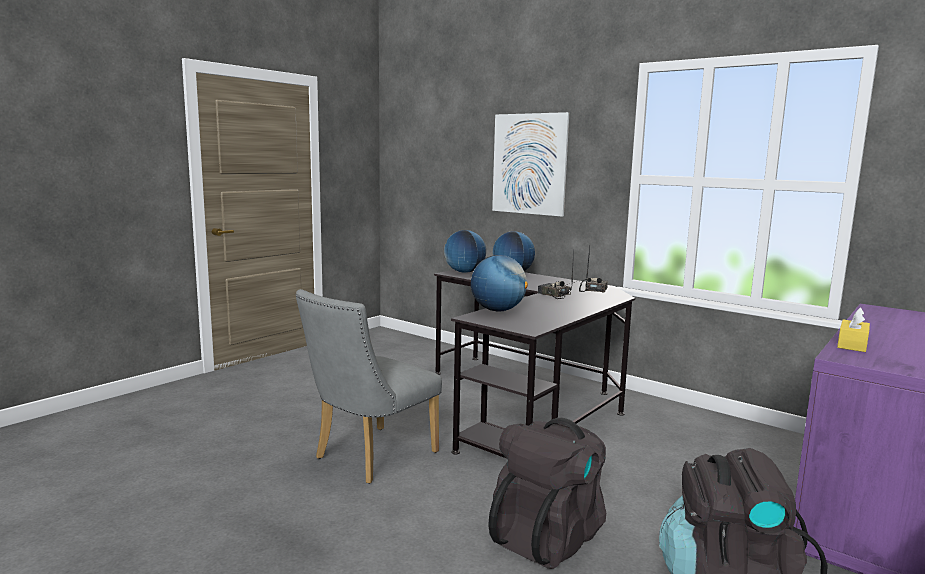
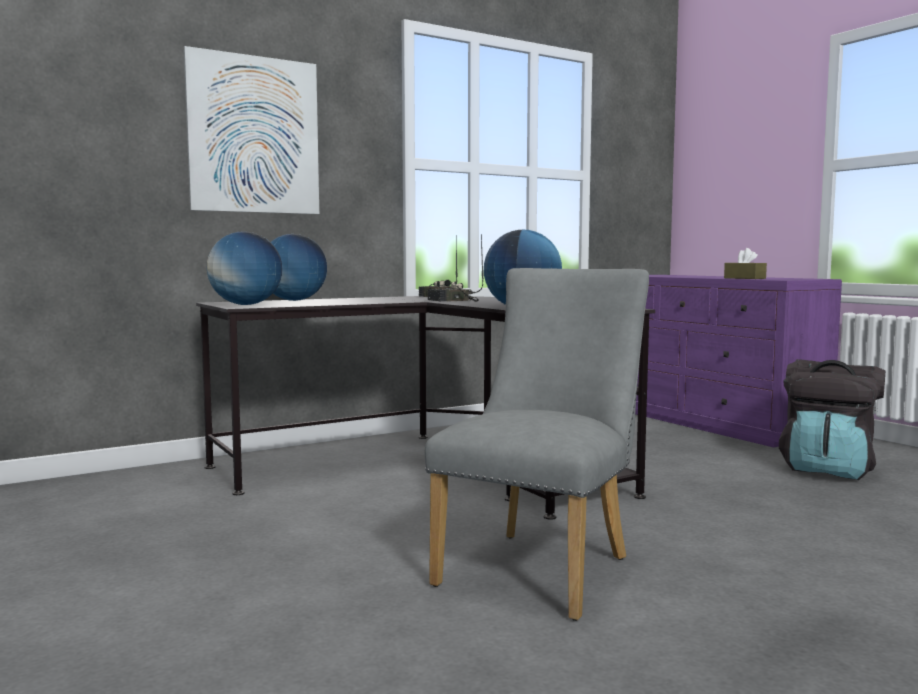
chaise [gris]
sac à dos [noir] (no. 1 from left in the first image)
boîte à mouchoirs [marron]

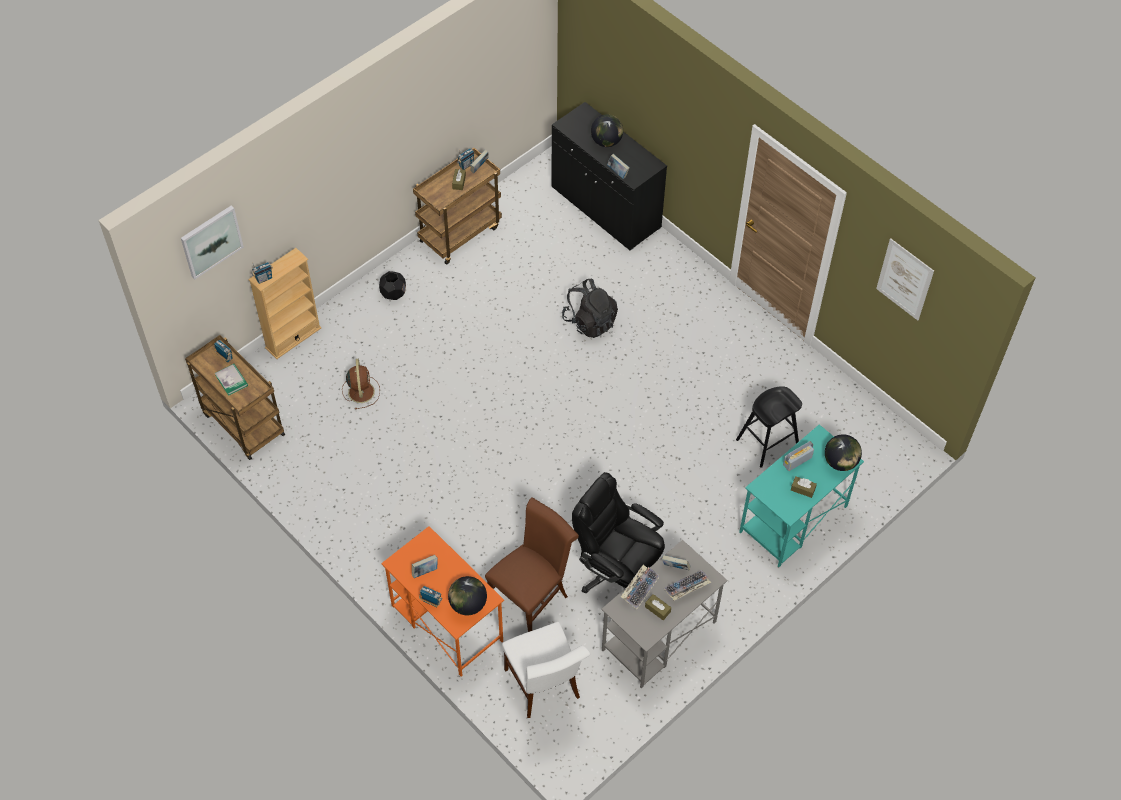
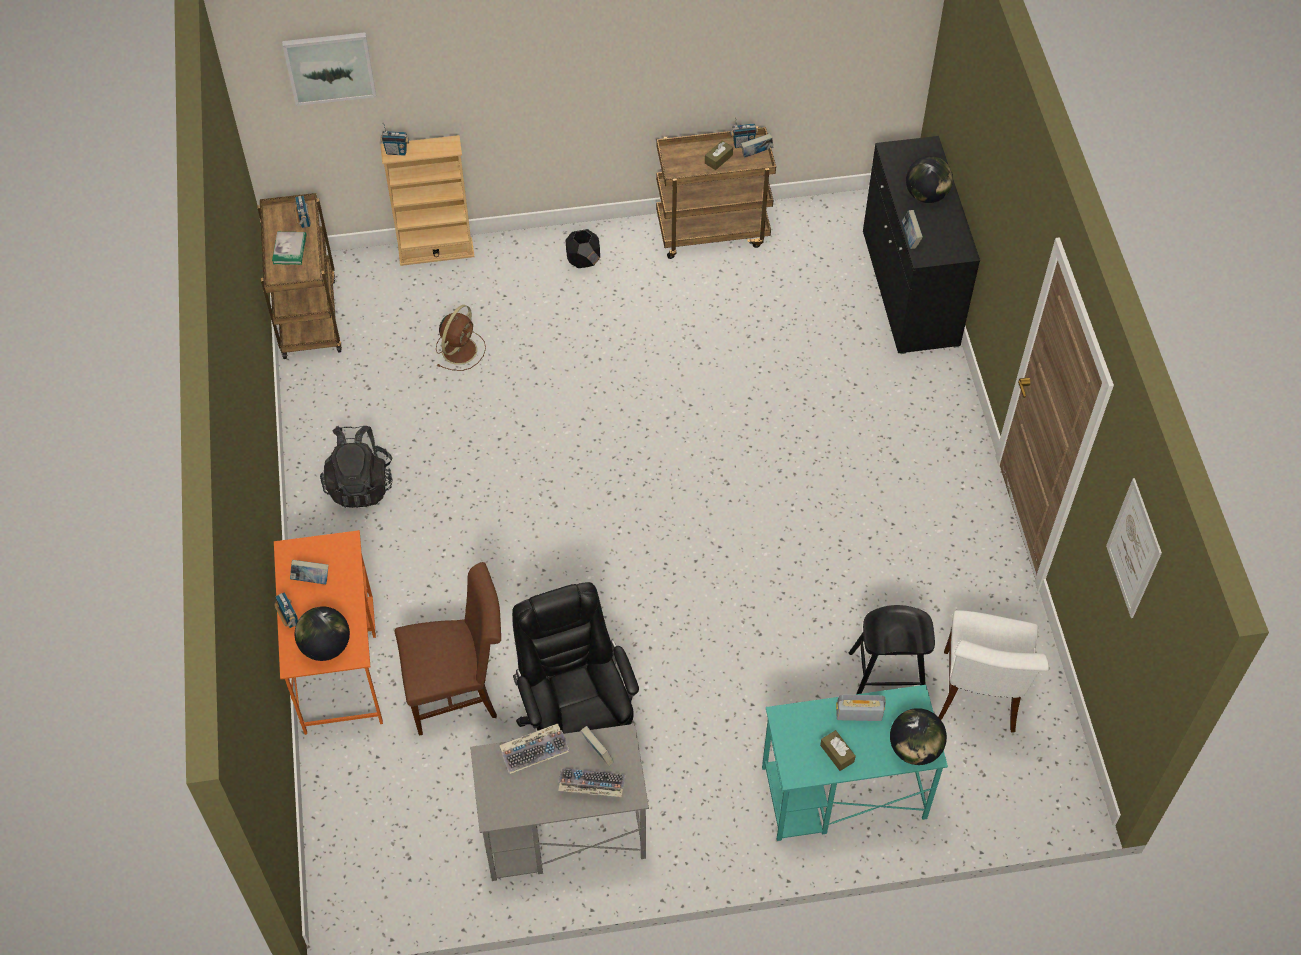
chaise [blanc]
sac à dos [noir]
boîte à mouchoirs [marron] (no. 2 from left in the first image)

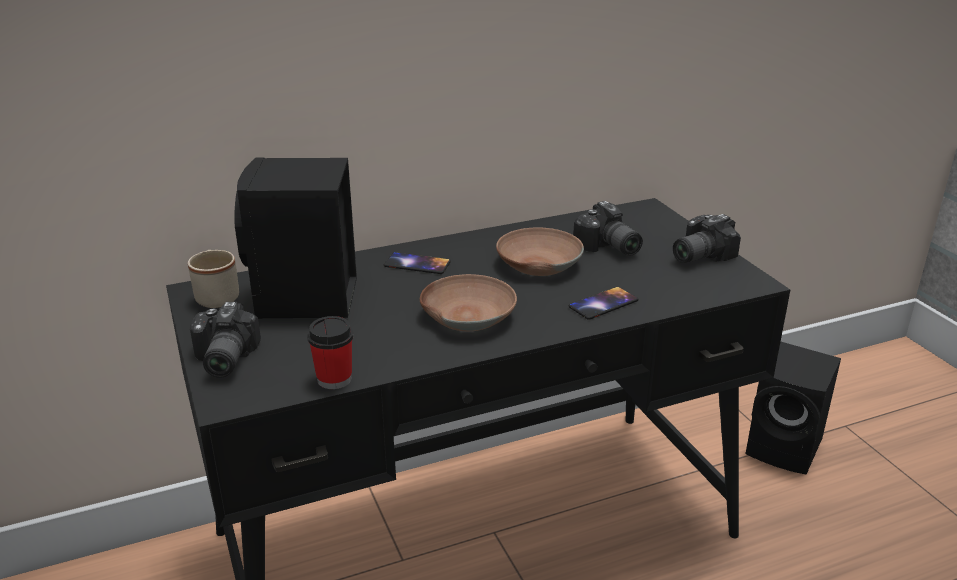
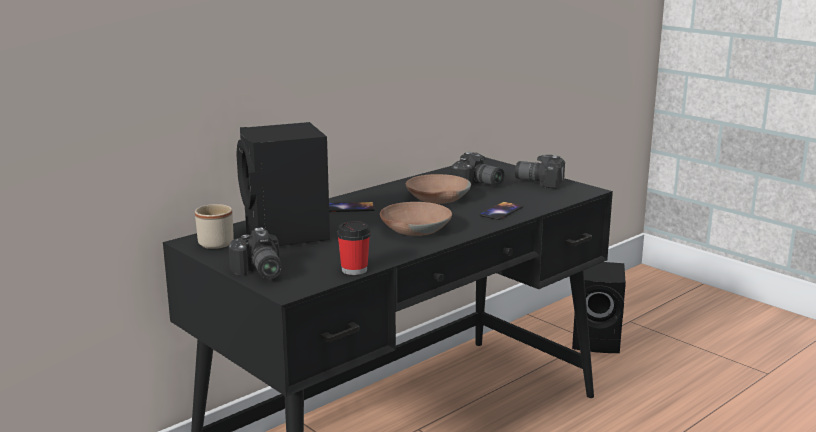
appareil photo (no. 3 from left)

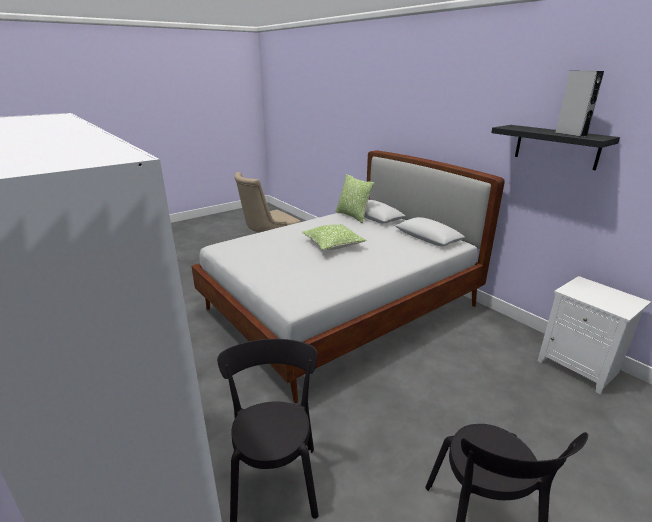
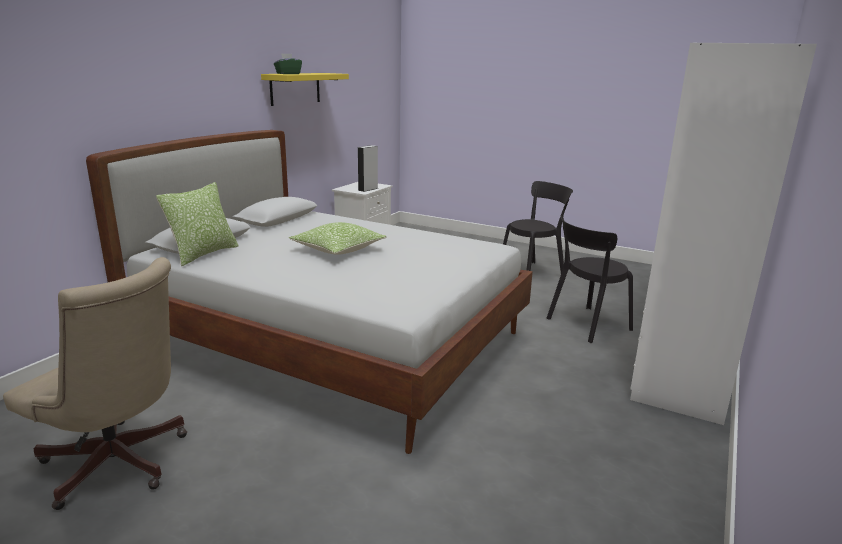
étagère [jaune]
enceinte [gris]
boîte à mouchoirs [vert]

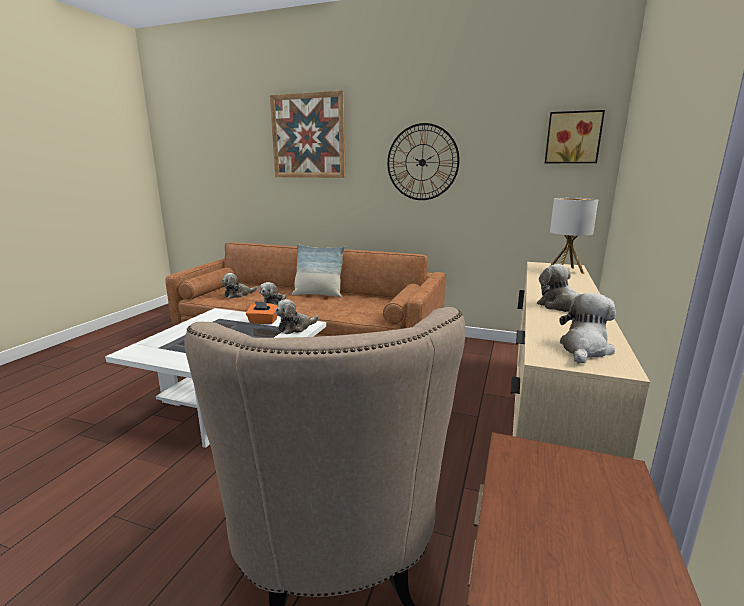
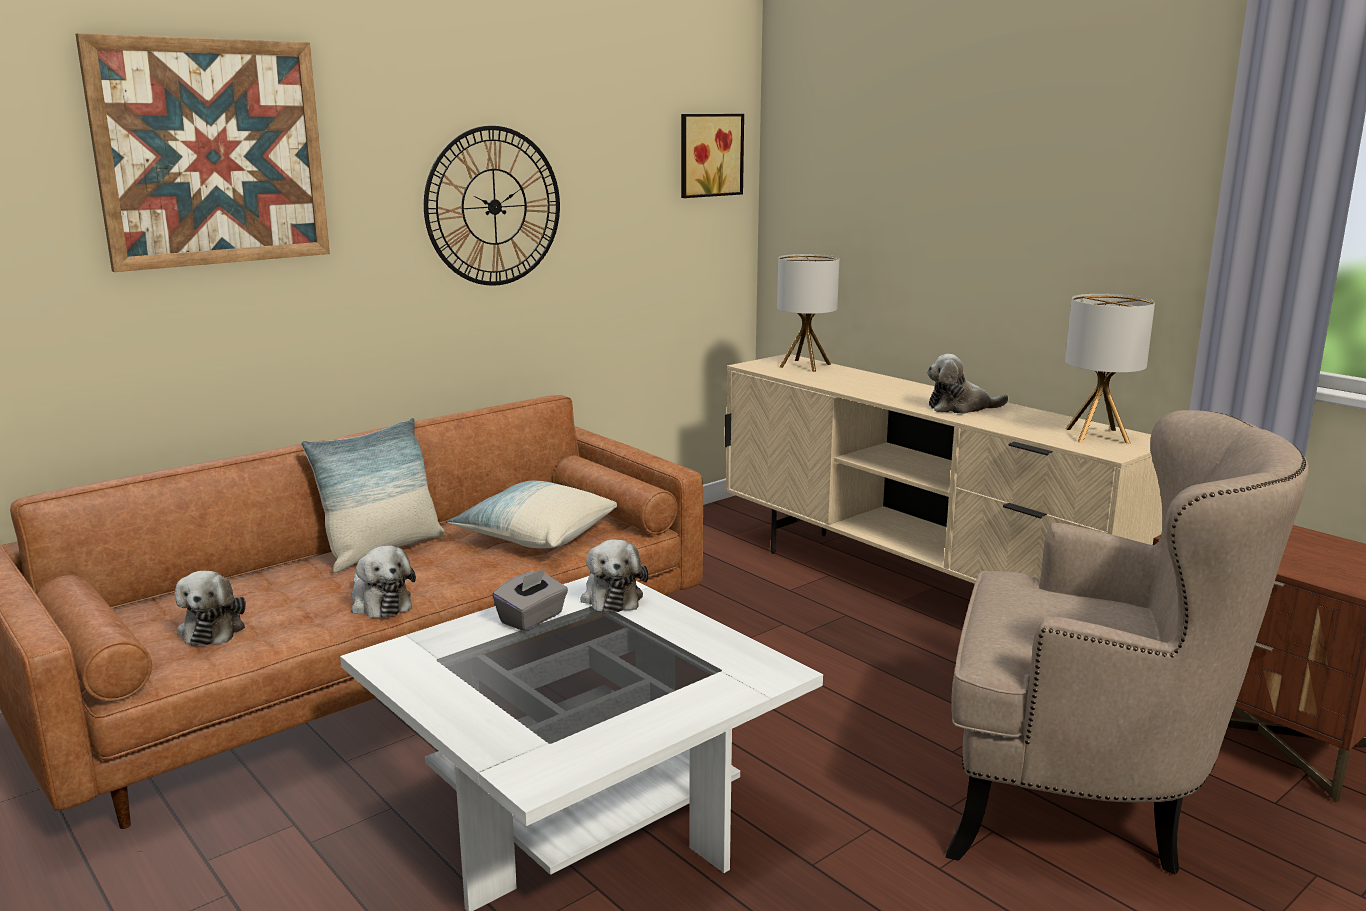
boîte à mouchoirs [gris]
lampe de table (no. 2 from left)
coussin (no. 2 from left)

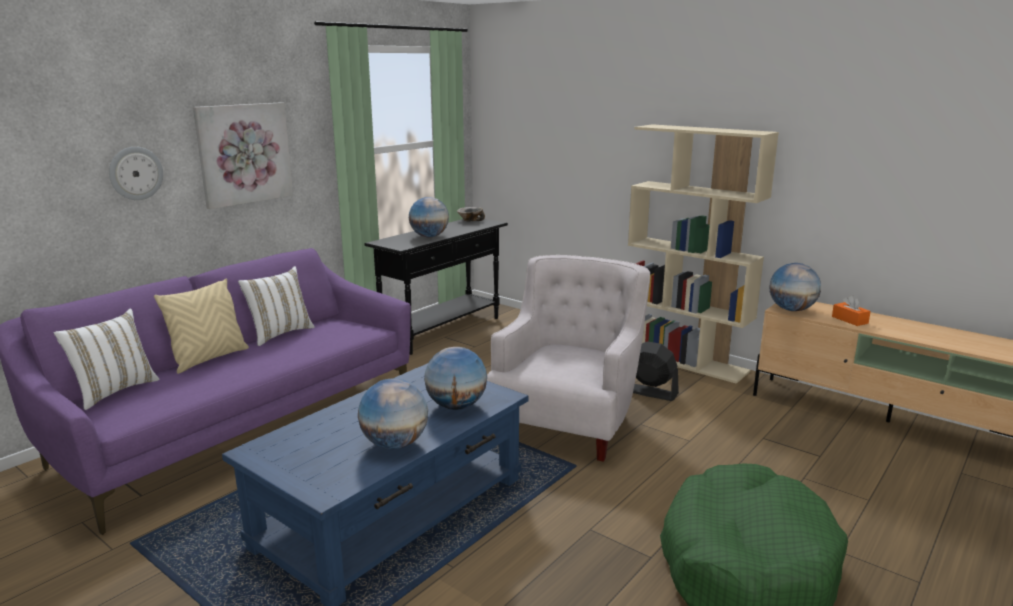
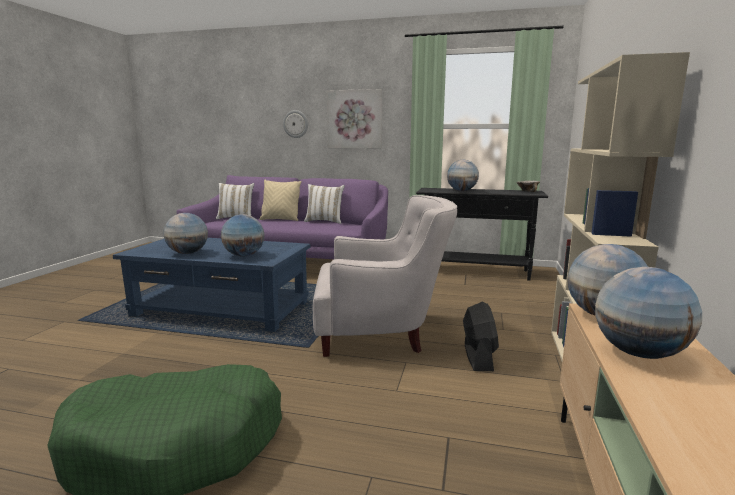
globe (no. 5 from left)

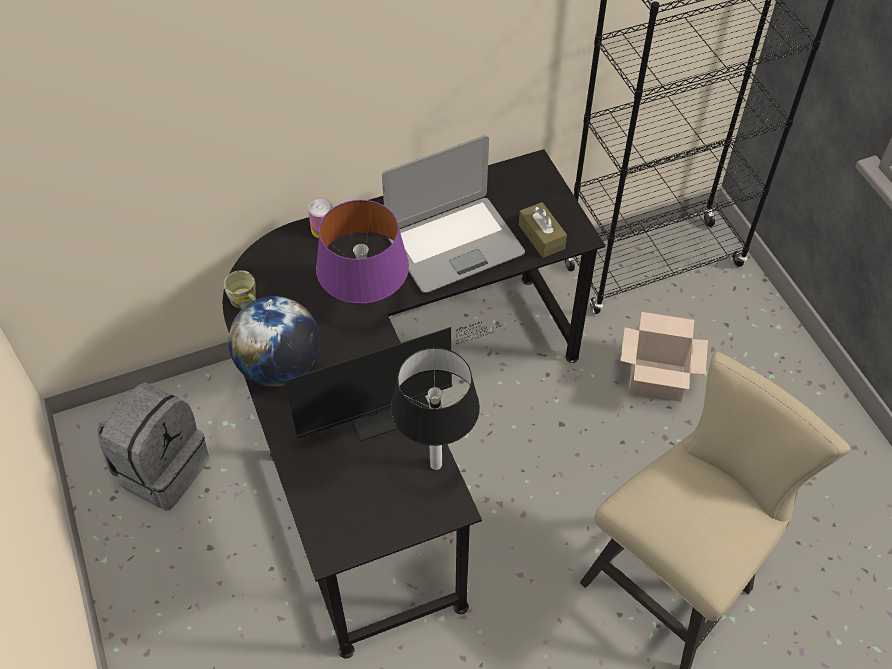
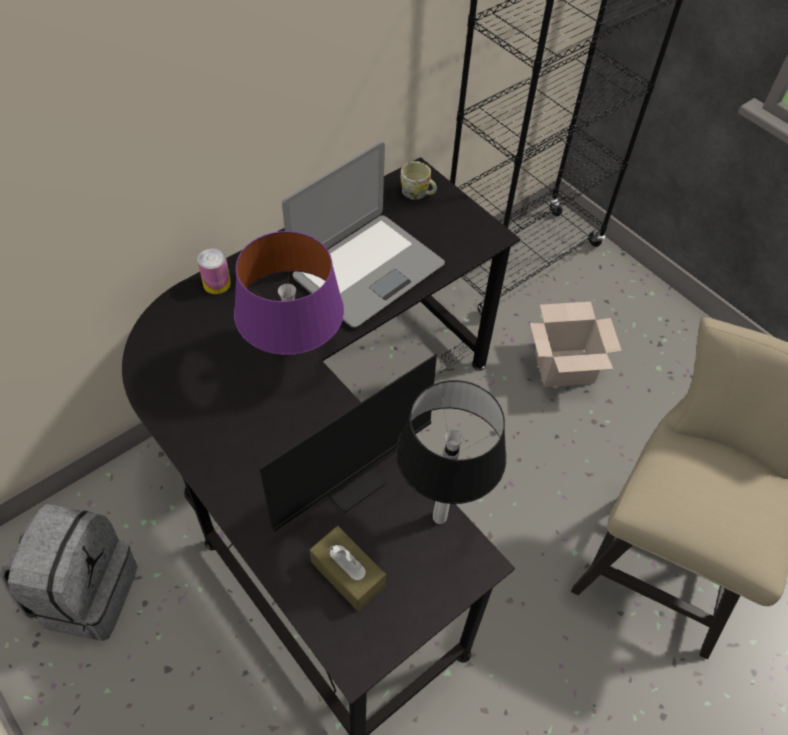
mug
globe
boîte à mouchoirs [marron]

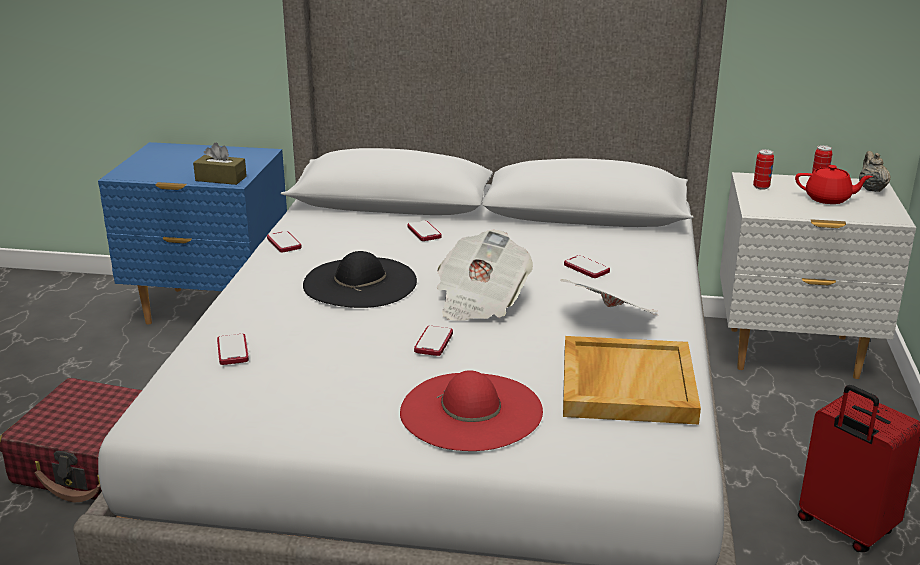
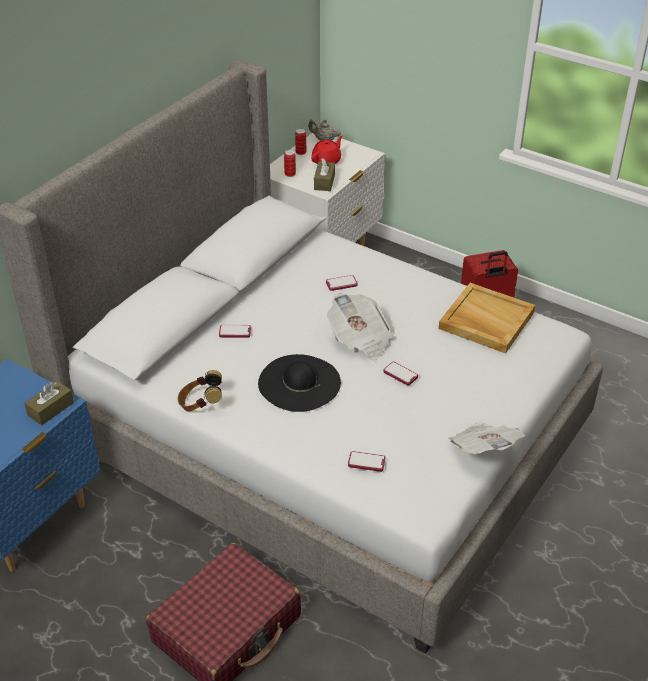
casque audio
chapeau [rouge]
journal (no. 2 from left)
boîte à mouchoirs [marron] (no. 2 from left)

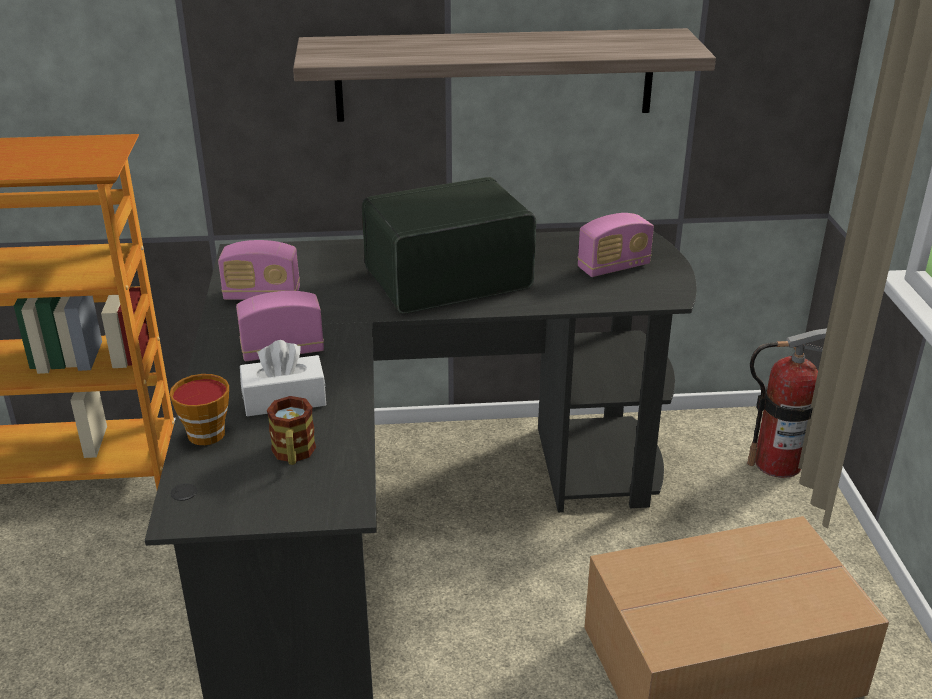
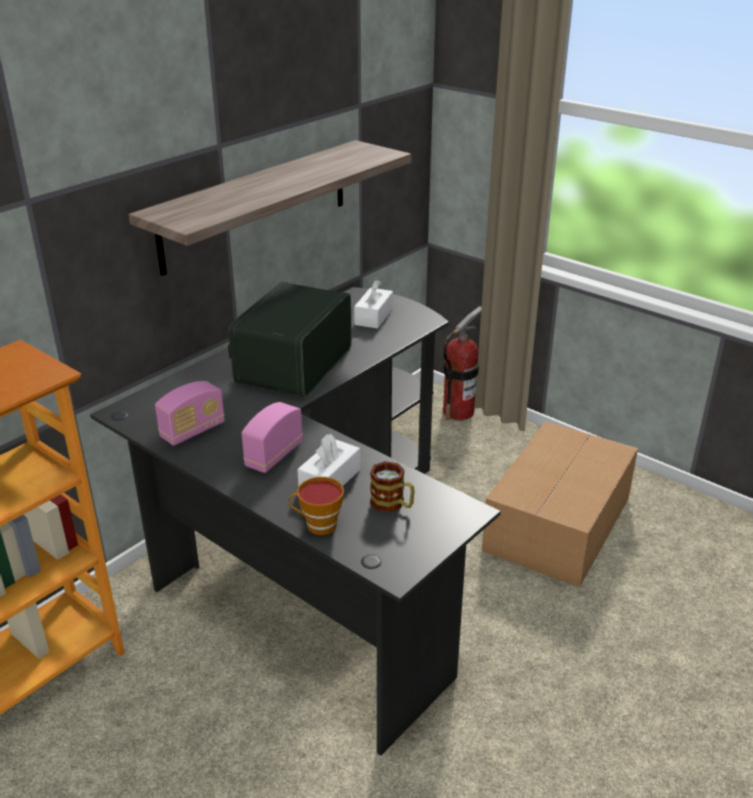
boîte à mouchoirs [blanc] (no. 2 from left)

